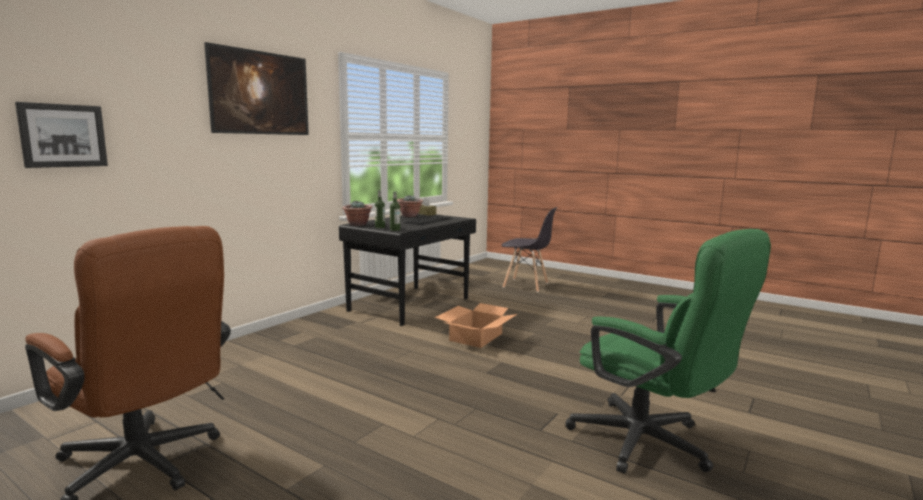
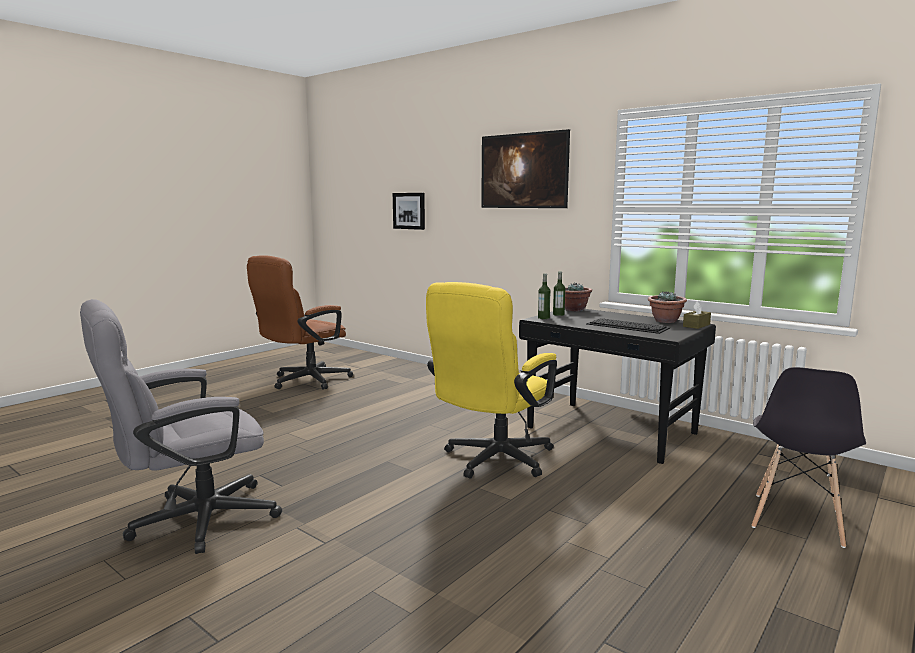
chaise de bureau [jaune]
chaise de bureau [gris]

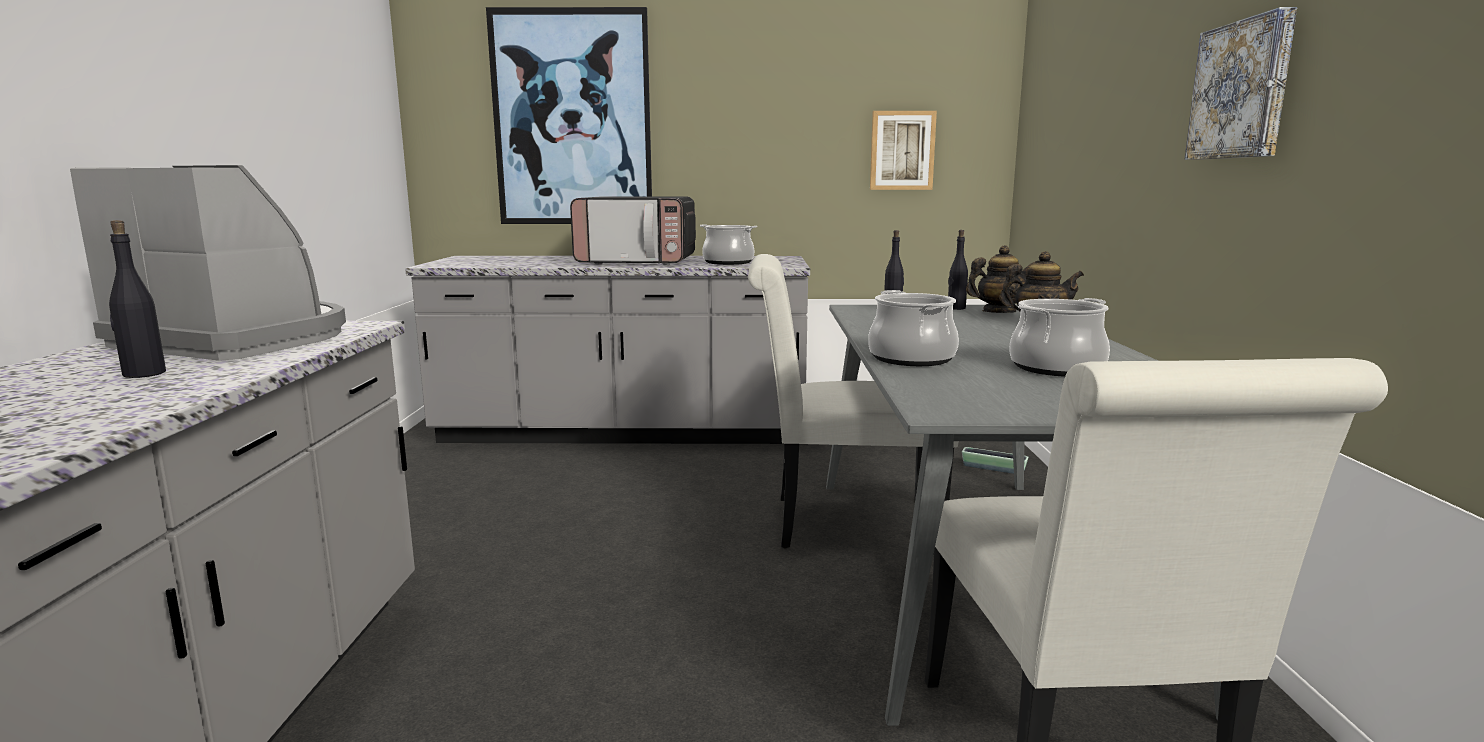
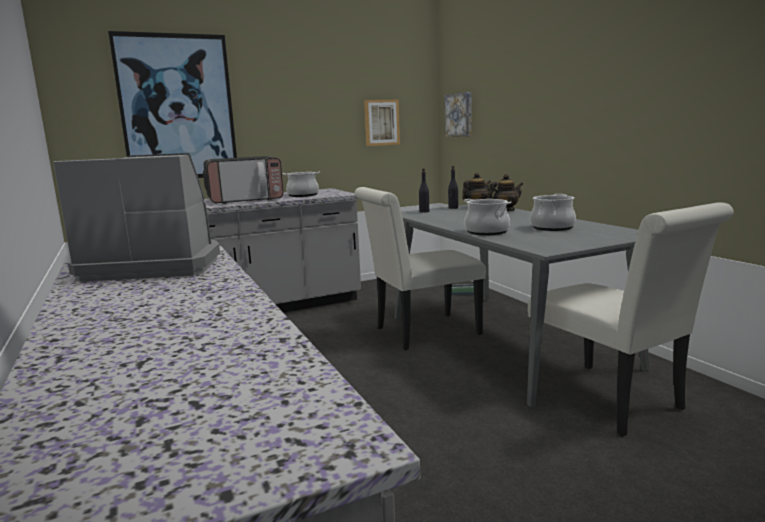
bouteille [noir] (no. 1 from left in the first image)
tableau (no. 3 from left)

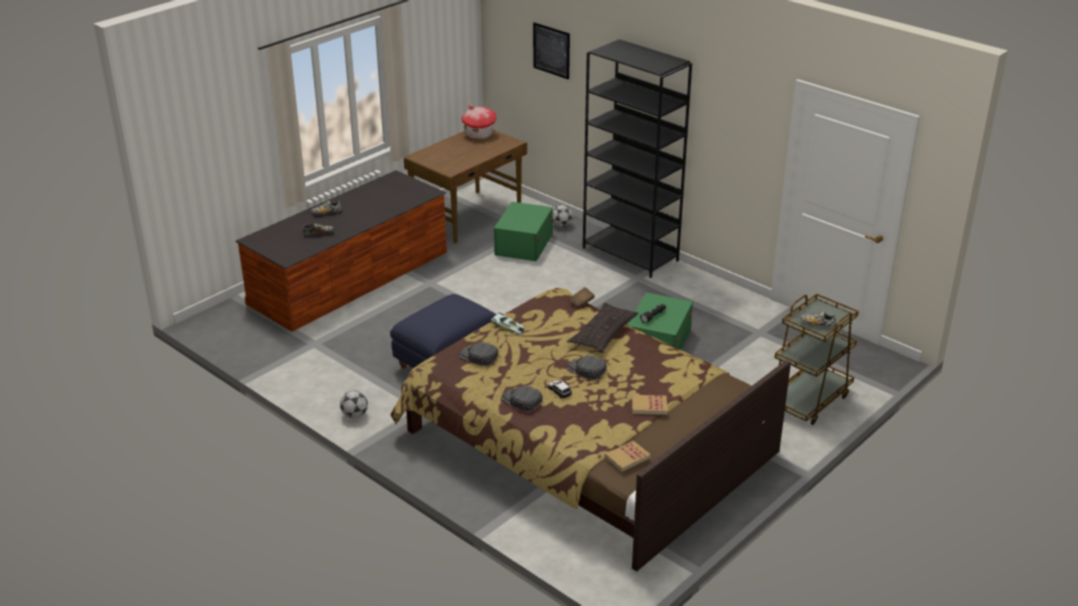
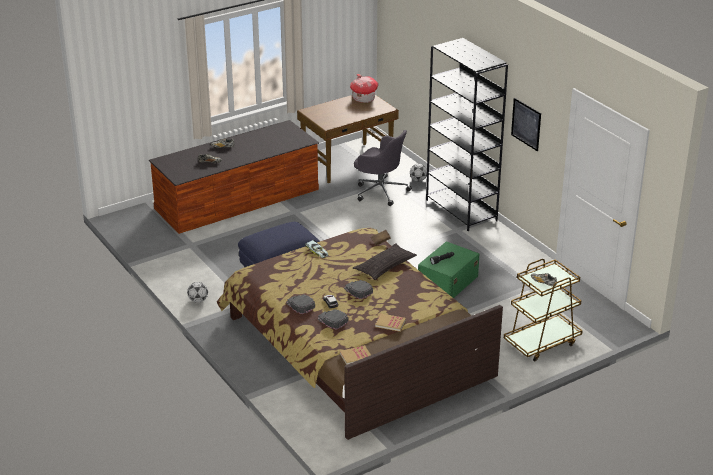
casquette [noir] (no. 2 from left)
chaise de bureau [gris]
tableau

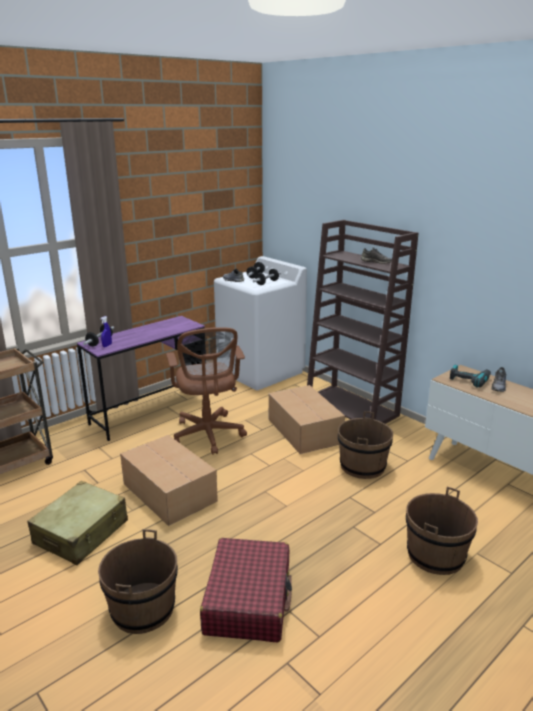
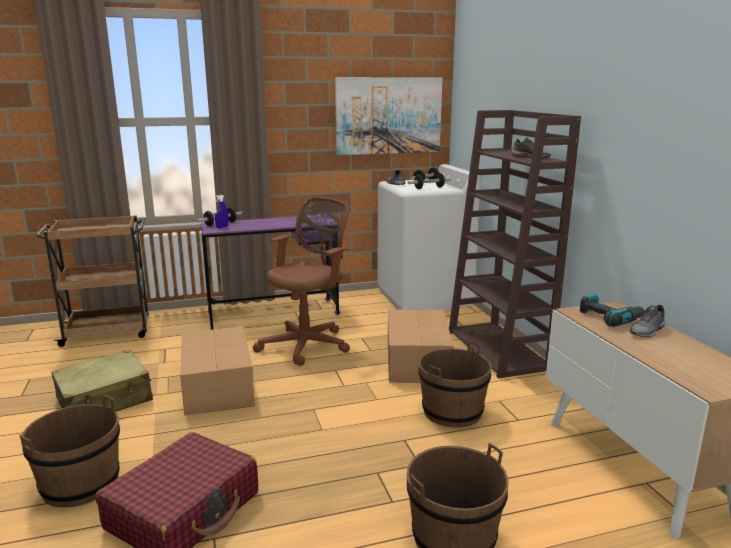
chaise de bureau [marron]
tableau

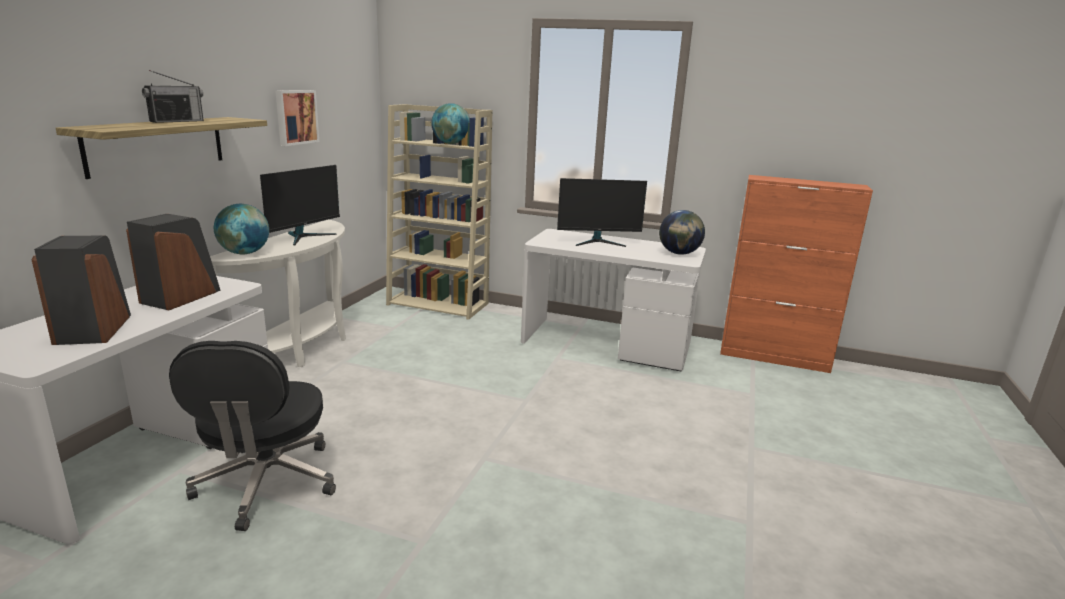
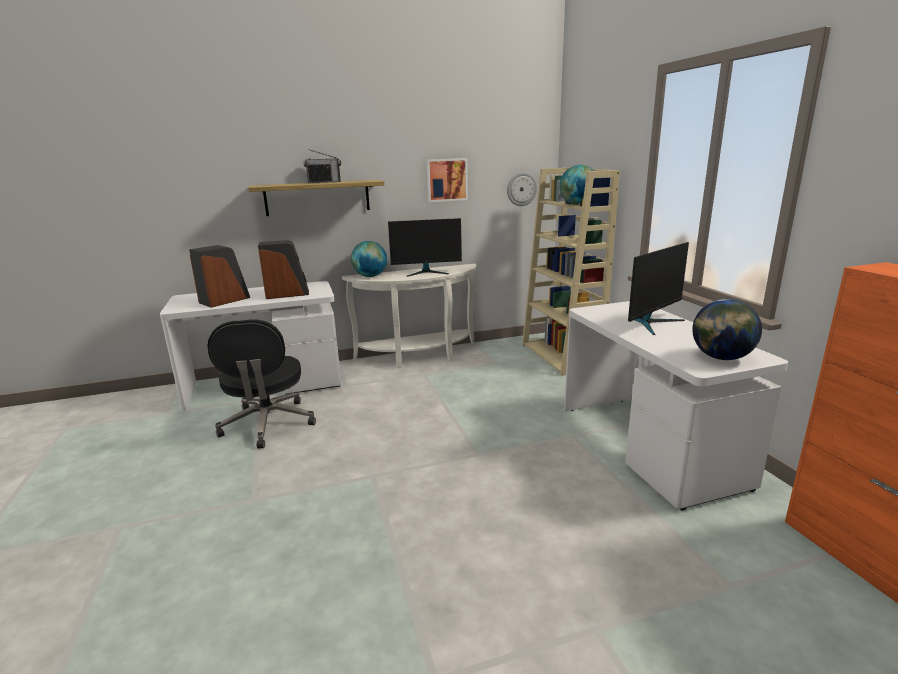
chaise de bureau [noir]
écran d'ordinateur (no. 2 from left)
horloge murale

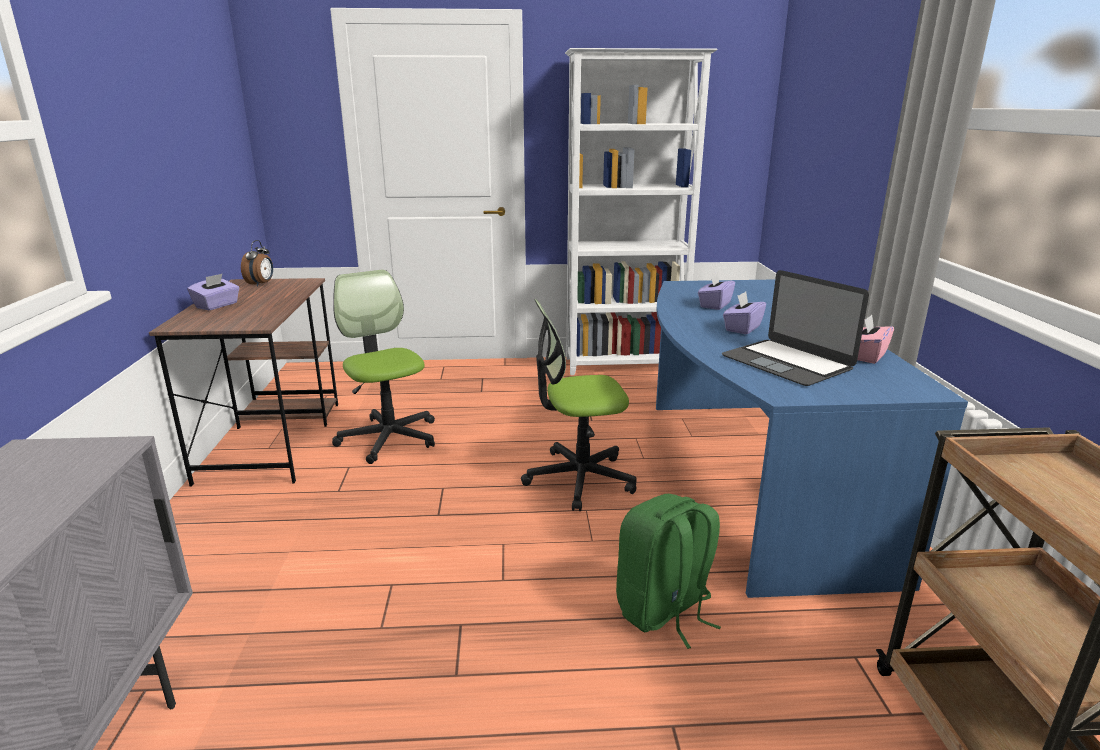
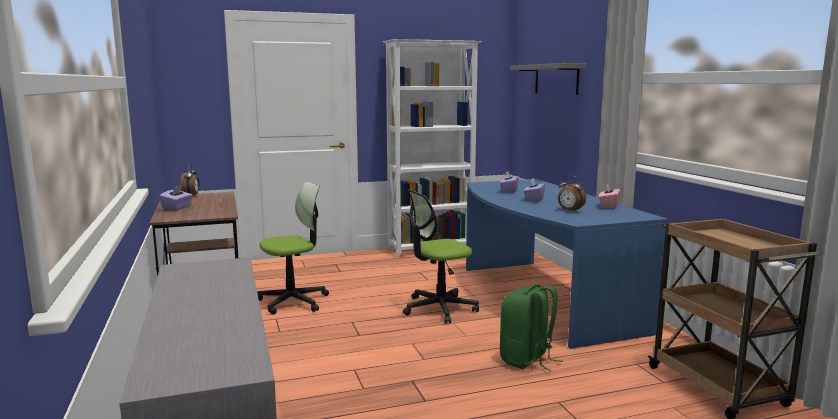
chaise de bureau (no. 1 from left)
réveil (no. 2 from left)
étagère [gris]

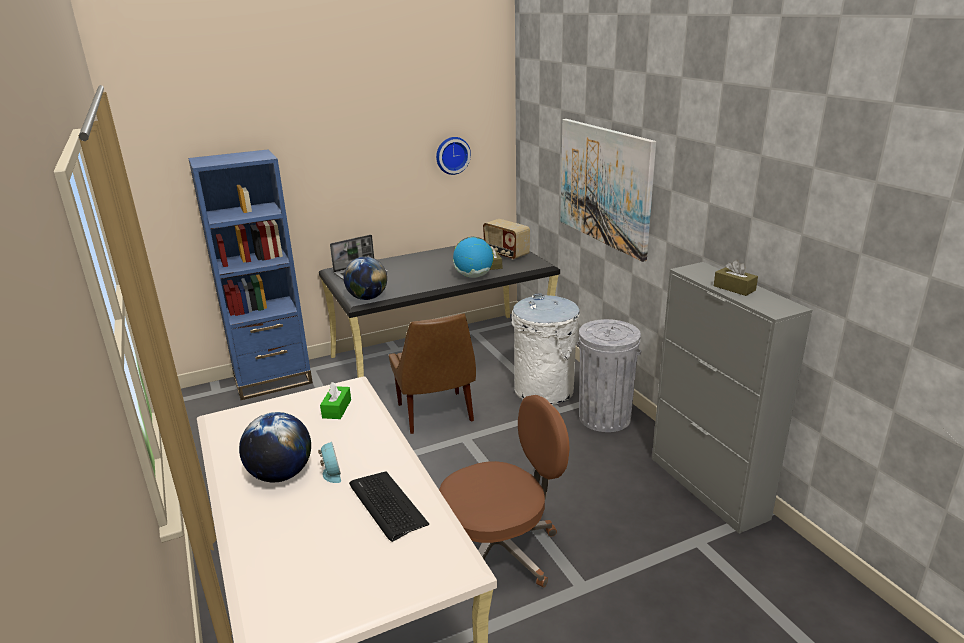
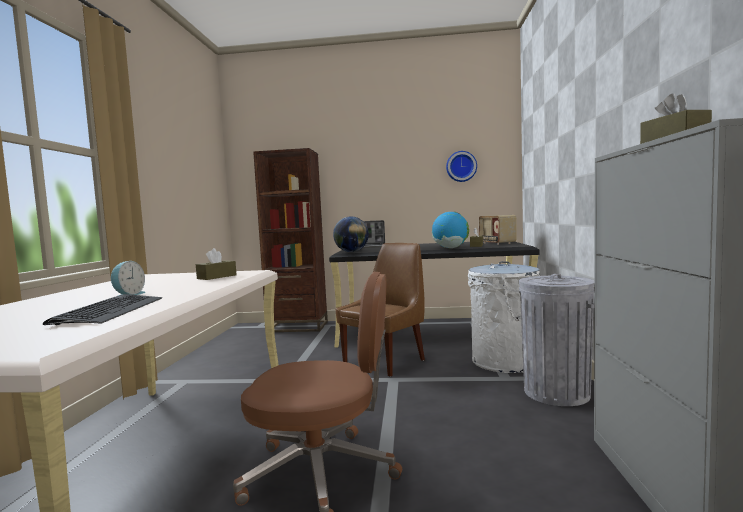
bibliothèque [marron]
globe (no. 1 from left in the first image)
boîte à mouchoirs [marron] (no. 1 from left)
chaise [marron]
tableau

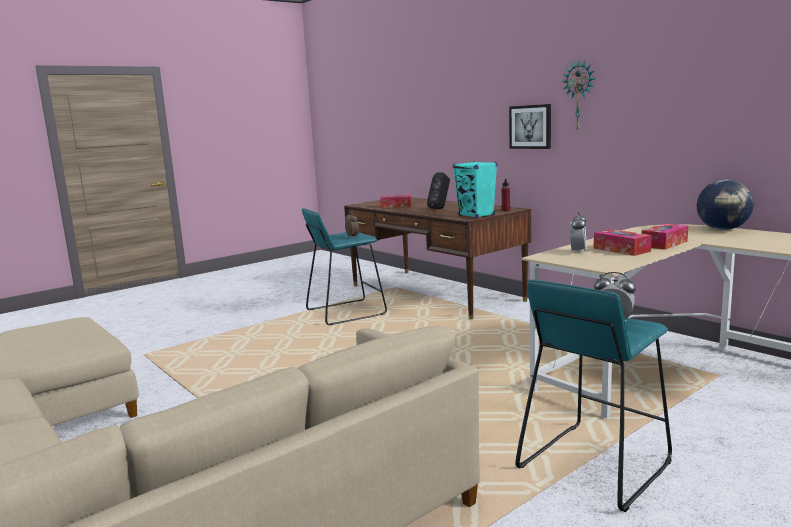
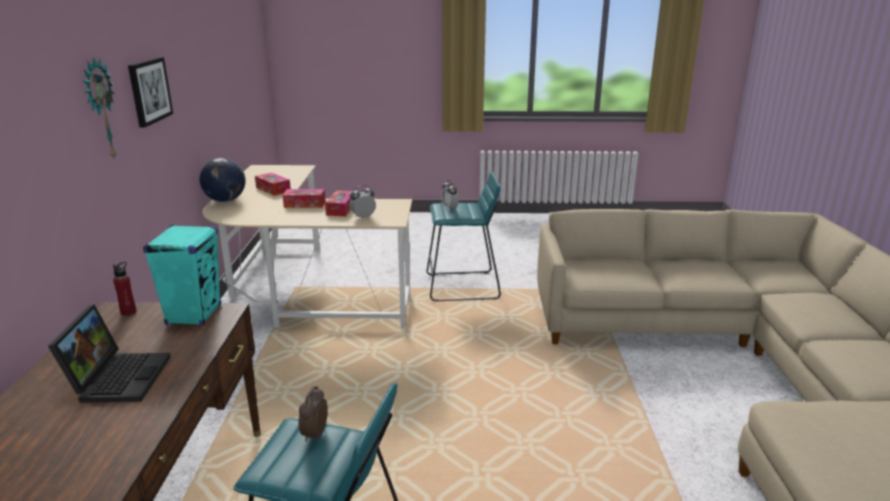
boîte à mouchoirs (no. 1 from left)
ordinateur portable
tableau

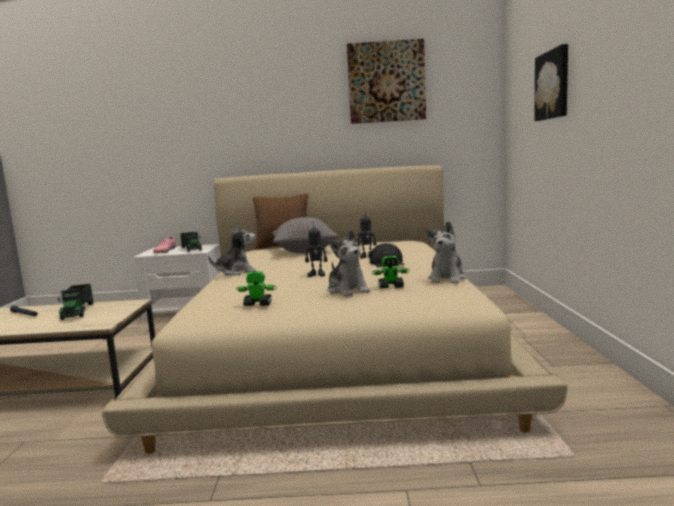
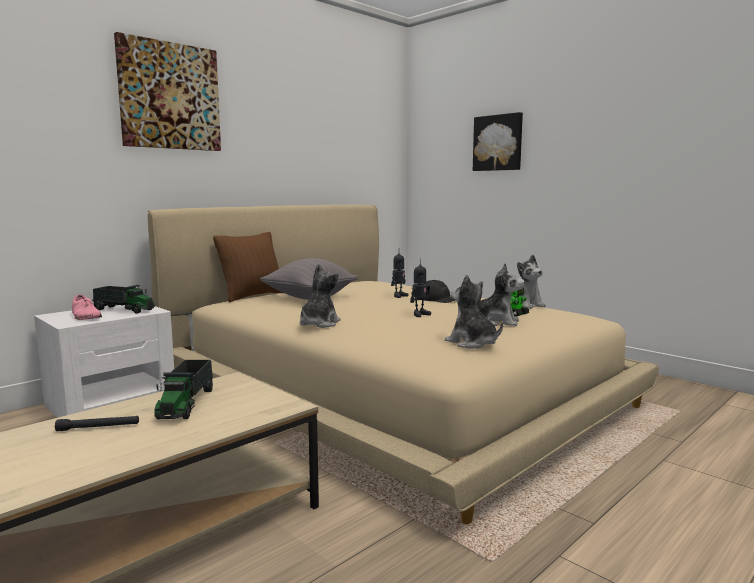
camion jouet (no. 2 from left)
peluche (no. 2 from left)
tableau (no. 1 from left)

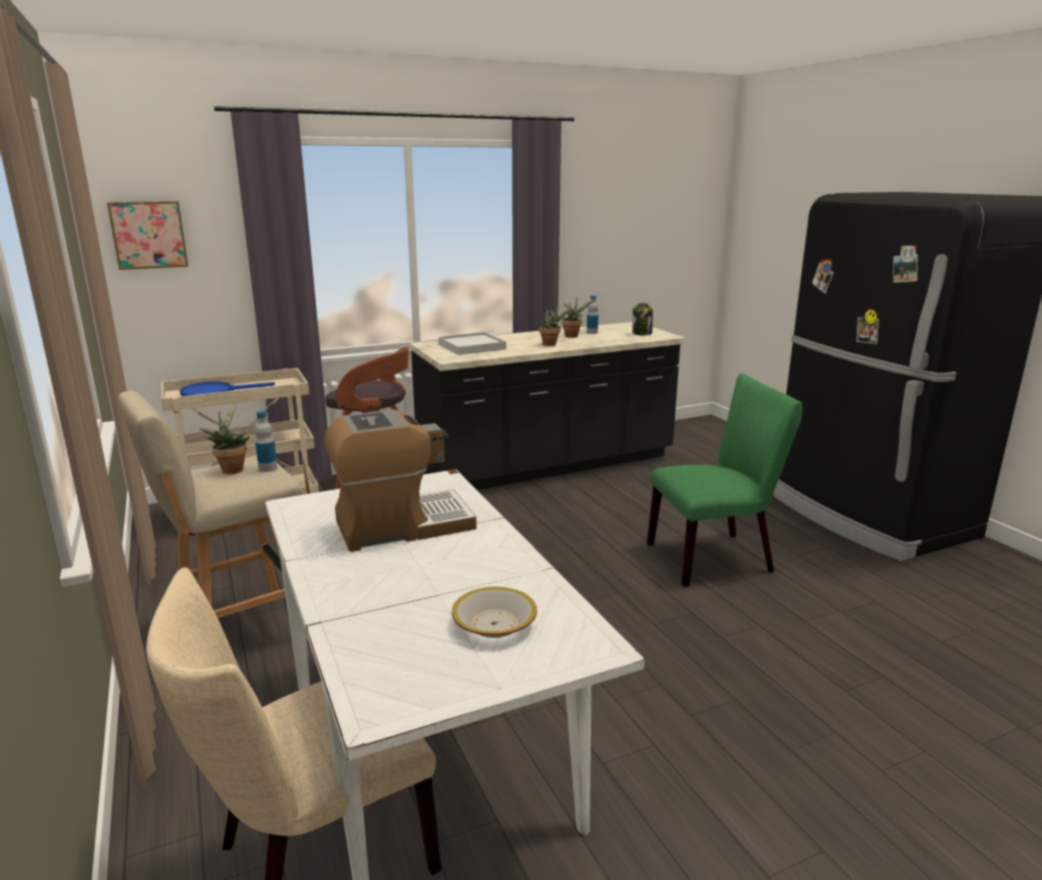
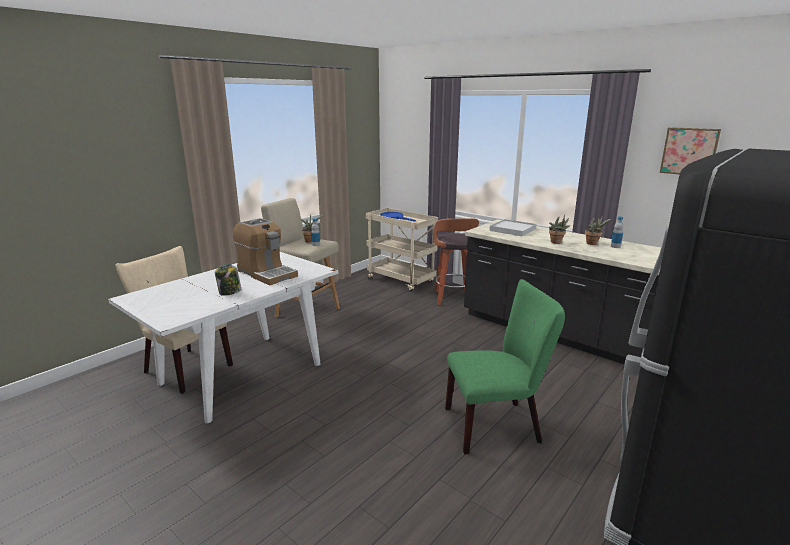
tableau
bol
bocal
chaise [vert]

